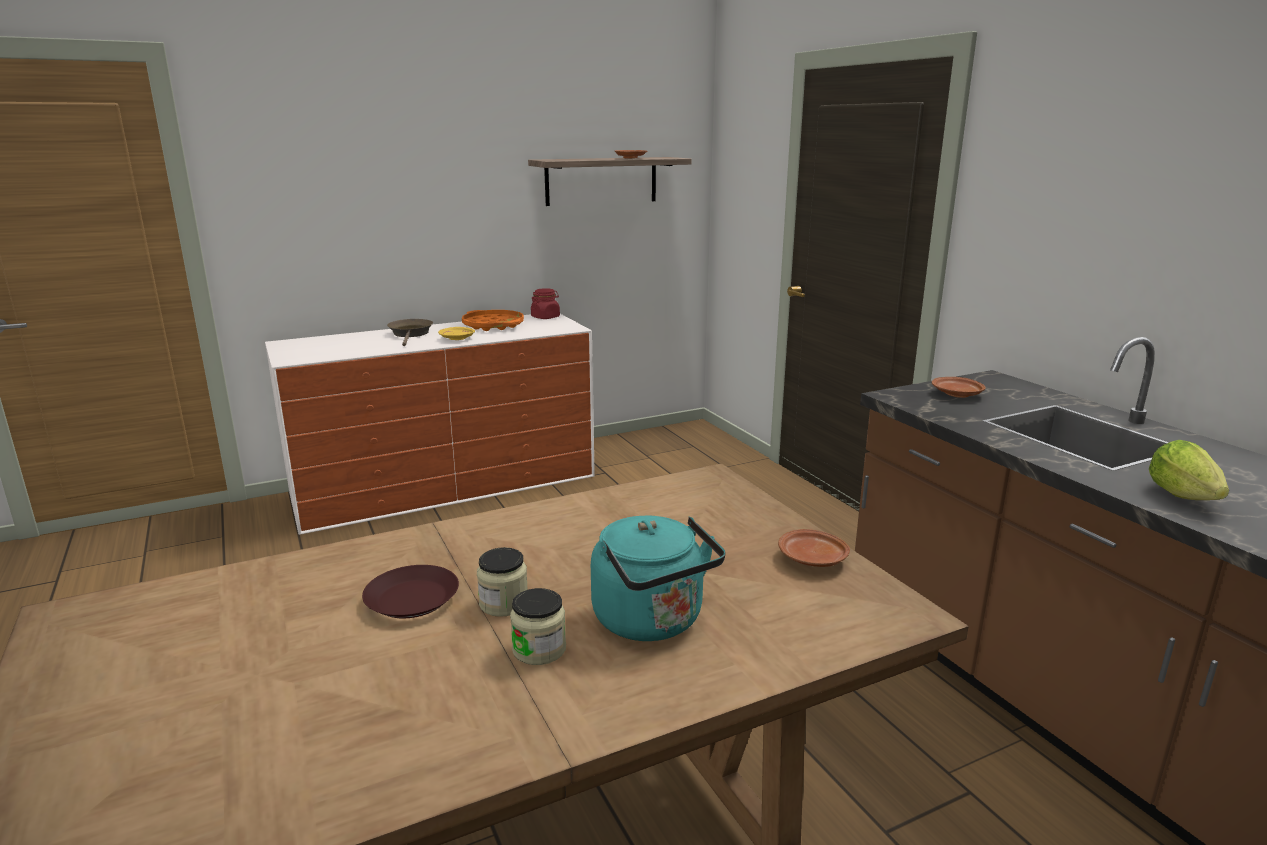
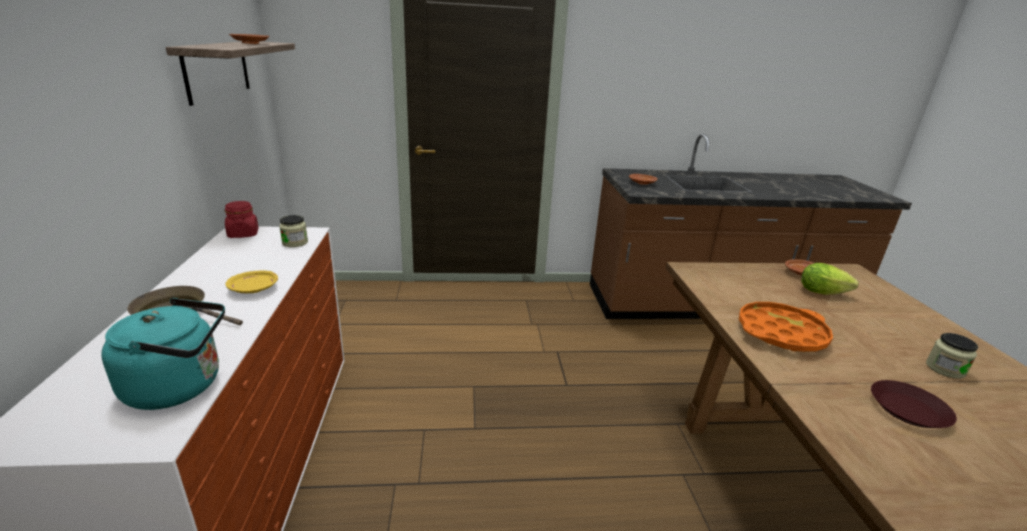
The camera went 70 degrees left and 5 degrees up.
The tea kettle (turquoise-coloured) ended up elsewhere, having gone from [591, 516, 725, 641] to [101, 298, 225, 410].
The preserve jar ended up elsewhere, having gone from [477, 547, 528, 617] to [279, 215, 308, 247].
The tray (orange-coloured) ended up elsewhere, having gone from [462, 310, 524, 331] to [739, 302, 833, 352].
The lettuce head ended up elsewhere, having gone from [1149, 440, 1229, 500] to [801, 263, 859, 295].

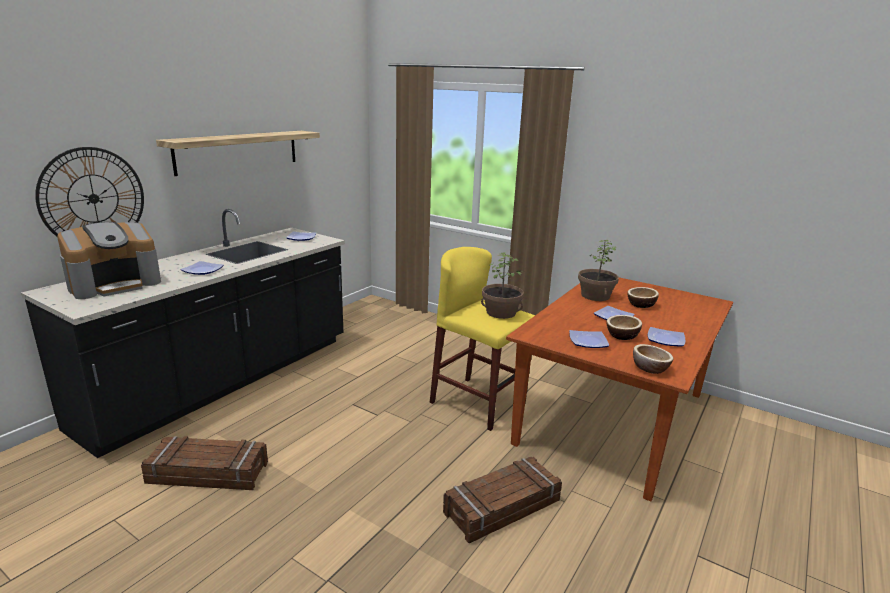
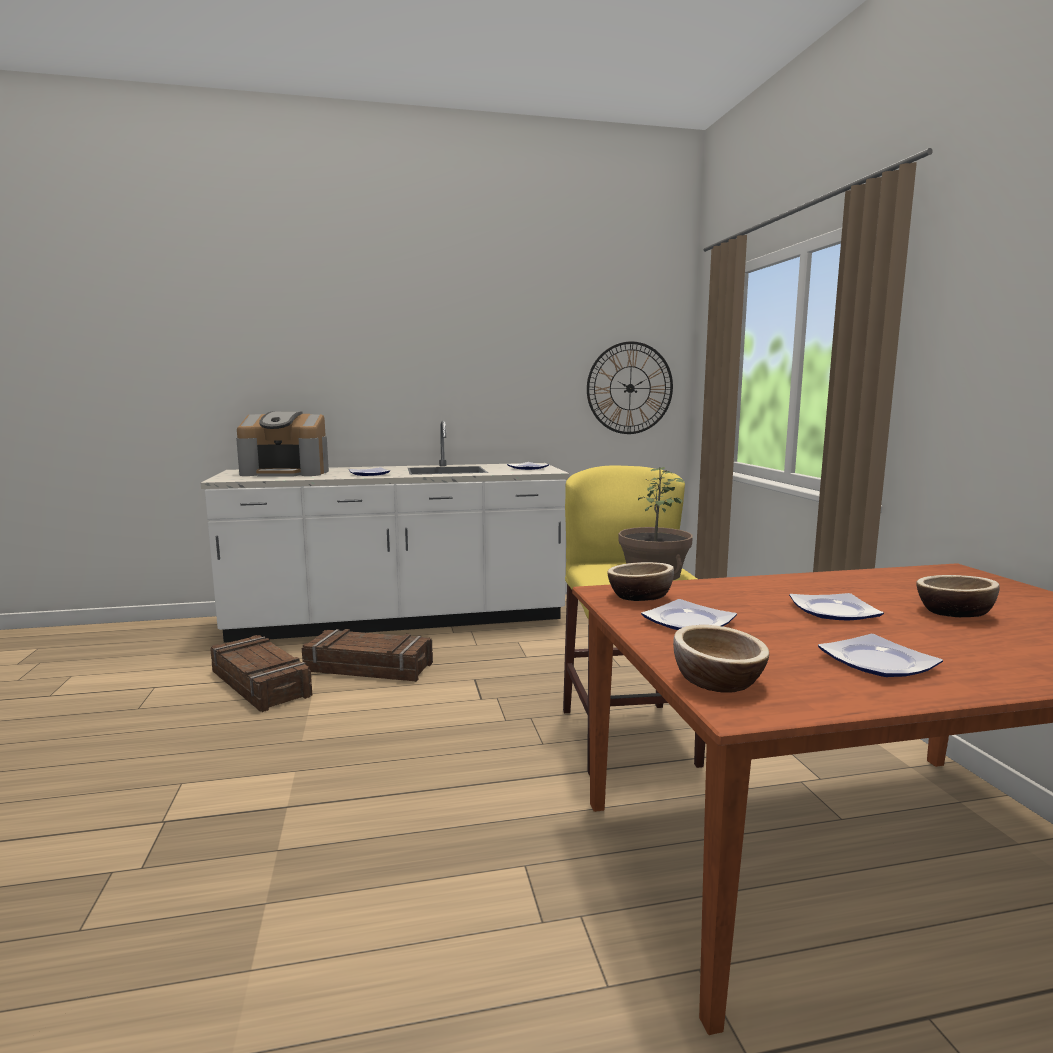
The camera went 45 degrees right and 10 degrees down.
What was the kitchen counter (black) at [21, 209, 345, 458] turned into the kitchen counter (white-coloured) at [201, 420, 570, 643].
The shipping crate ended up elsewhere, having gone from [443, 457, 562, 543] to [302, 629, 433, 682].
The hanging clock ended up elsewhere, having gone from [35, 147, 144, 236] to [587, 341, 673, 434].
The bowl ended up elsewhere, having gone from [607, 315, 642, 340] to [607, 562, 674, 601].
The second view lost the bracket shelf at [156, 131, 320, 176].
The second view lost the potted plant at [578, 240, 619, 301].

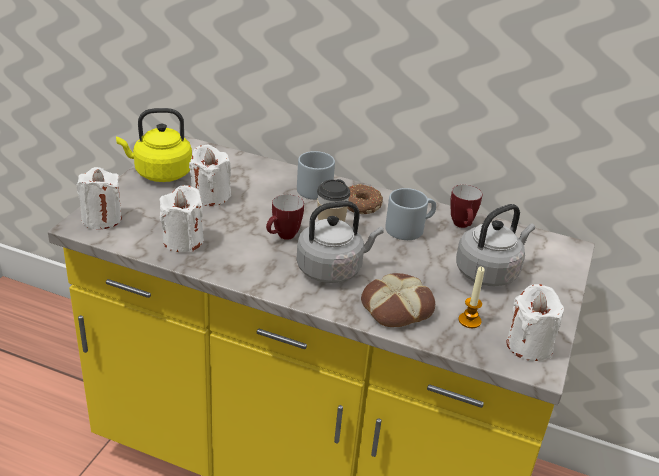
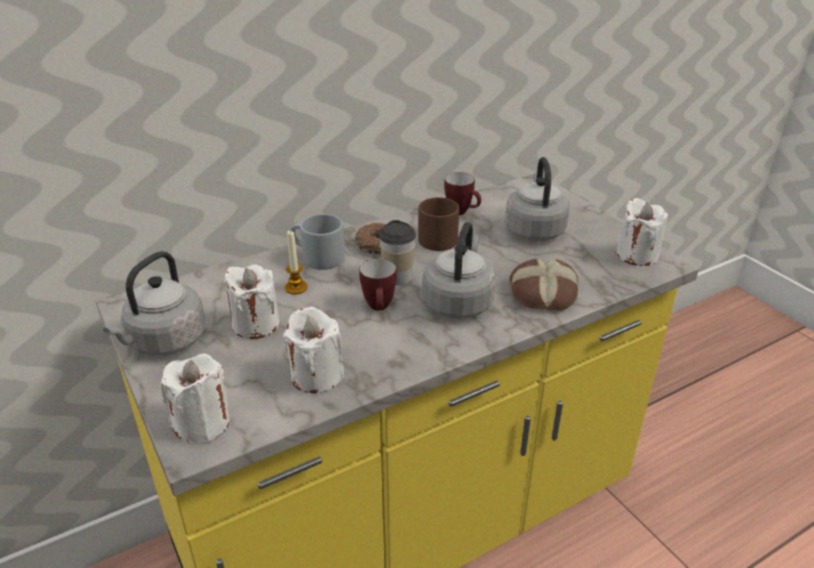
The camera went 50 degrees left and 0 degrees up.
What was the tea kettle (yellow) at [116, 108, 192, 182] turned into the tea kettle (greyish) at [103, 251, 206, 355].
The candle ended up elsewhere, having gone from [458, 266, 485, 328] to [285, 230, 308, 294].
What was the tea mug (greyish) at [385, 188, 436, 240] turned into the tea mug (brownish) at [418, 197, 459, 251].

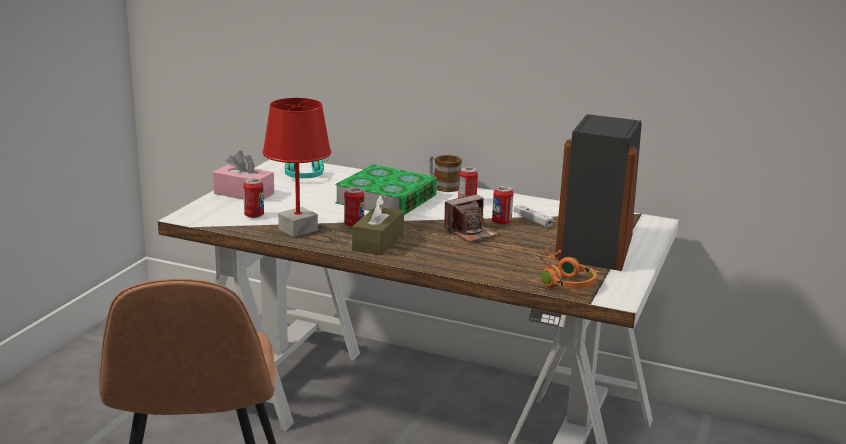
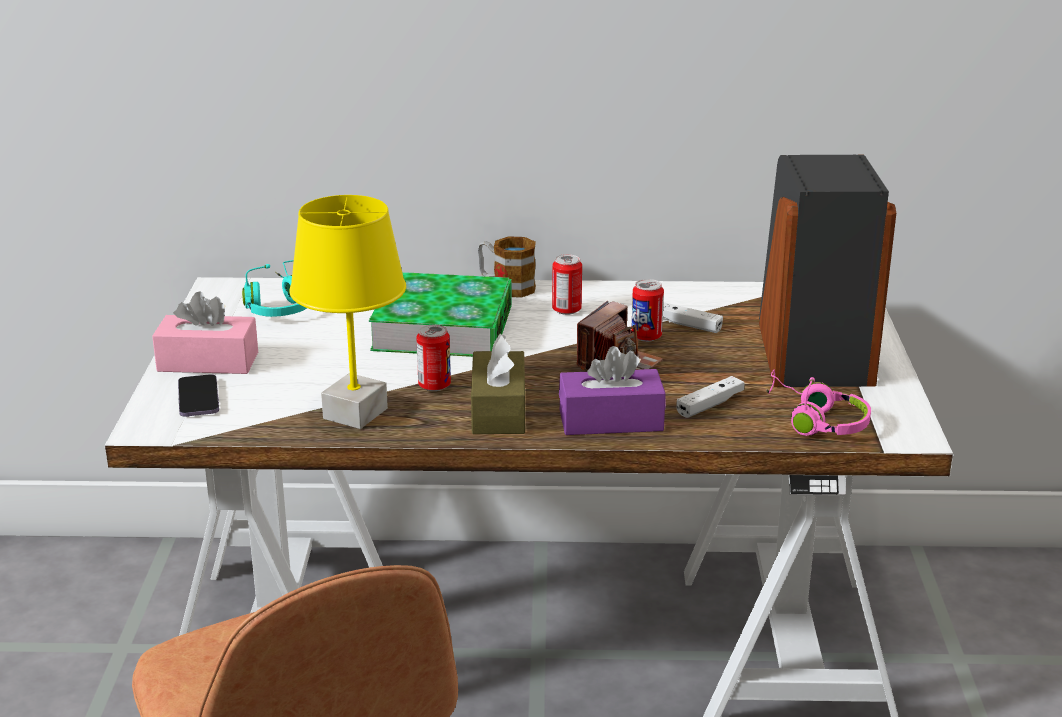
The camera went 20 degrees left and 5 degrees up.
The second view gained the telephone at [178, 374, 219, 417].
What was the tabletop lamp (red) at [262, 98, 331, 237] turned into the tabletop lamp (yellow) at [289, 195, 406, 429].
The second view gained the tissue holder (purple-coloured) at [559, 346, 666, 435].
The second view gained the gamepad (white-coloured) at [677, 376, 745, 418].
What was the headset (orange-coloured) at [540, 246, 597, 289] turned into the headset (pinkish) at [766, 370, 871, 436].
The second view lost the metal can at [243, 178, 264, 218].

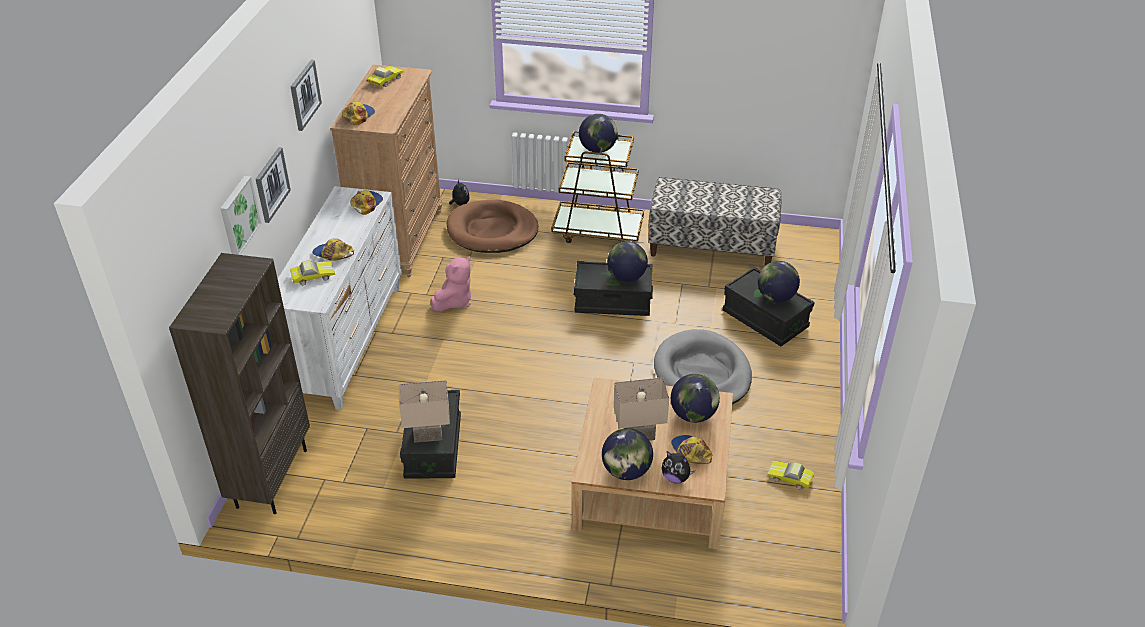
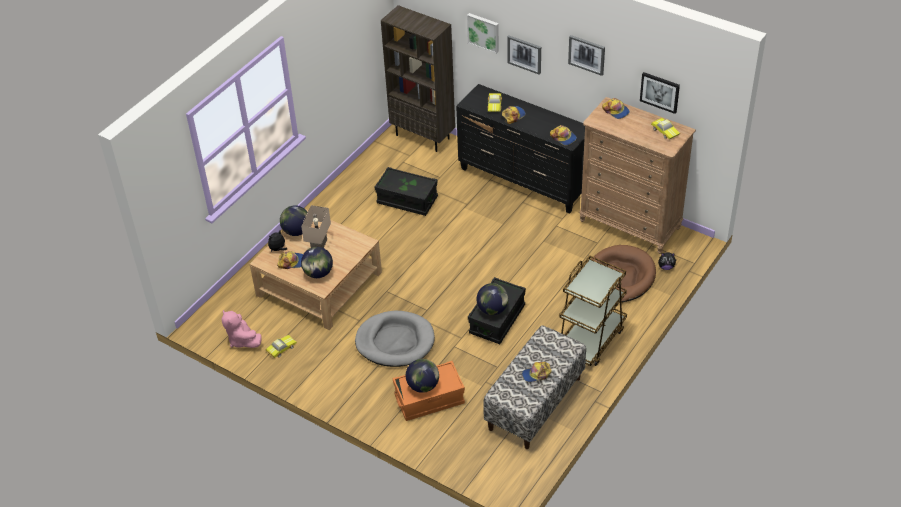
The camera went 115 degrees right and 5 degrees up.
The plush toy (pinkish) ended up elsewhere, having gone from [431, 256, 471, 312] to [222, 310, 262, 348].
What was the storage bin (black) at [723, 267, 815, 346] turned into the storage bin (orange-coloured) at [393, 361, 465, 421].
What was the chest of drawers (white-coloured) at [278, 186, 402, 410] turned into the chest of drawers (black) at [456, 84, 585, 214].
The second view gained the cap at [522, 362, 552, 382].
The second view gained the wall art at [640, 72, 680, 114].
The second view lost the tabletop lamp (beige-coloured) at [399, 380, 450, 443].
The second view lost the world globe at [579, 114, 618, 153].

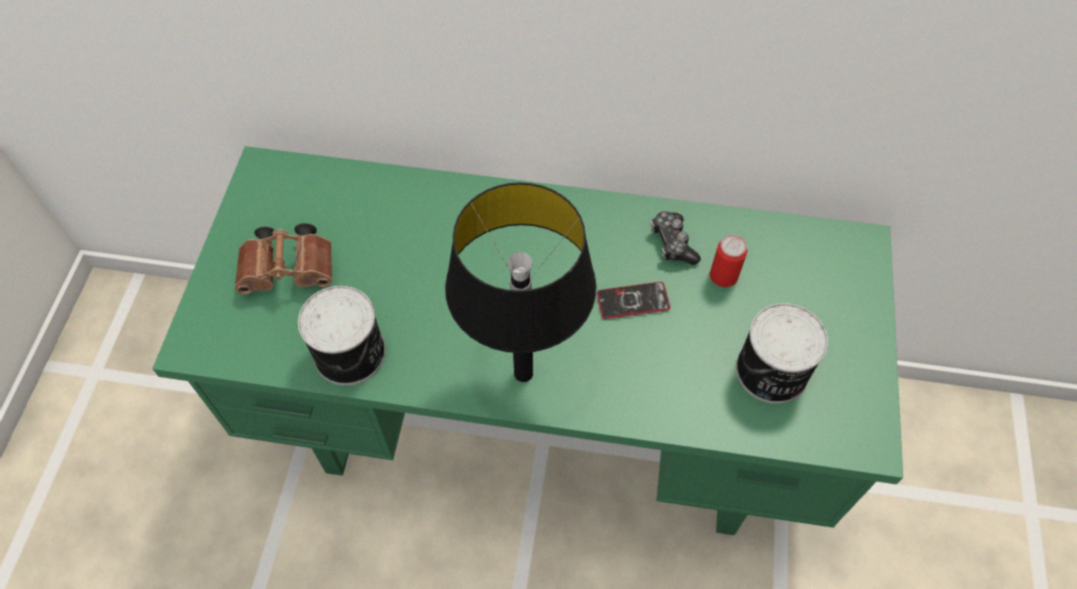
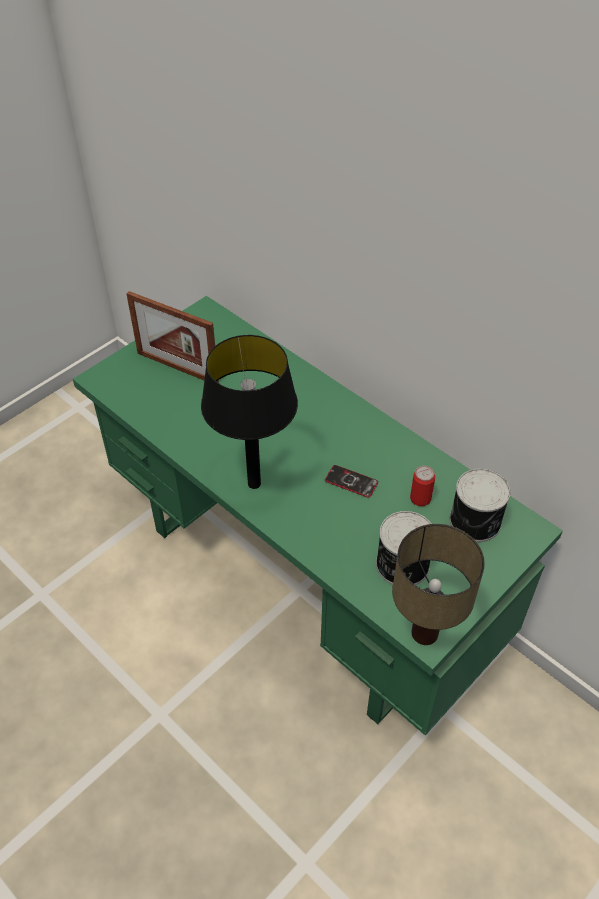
The camera went 35 degrees right and 10 degrees down.
Where the field glasses (brownish) stood at [235, 223, 332, 294], the standing frame came to stand at [126, 291, 219, 383].
The second view gained the tabletop lamp at [392, 524, 485, 645].
The metal can ended up elsewhere, having gone from [298, 286, 386, 386] to [450, 469, 510, 542].
The second view lost the gamepad at [651, 211, 701, 265].

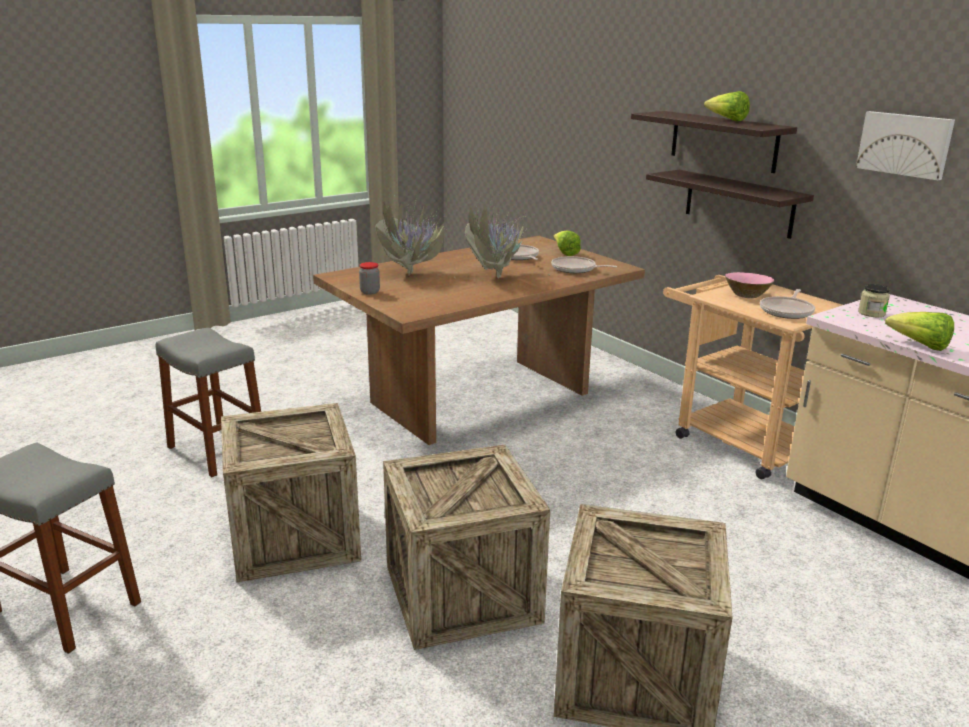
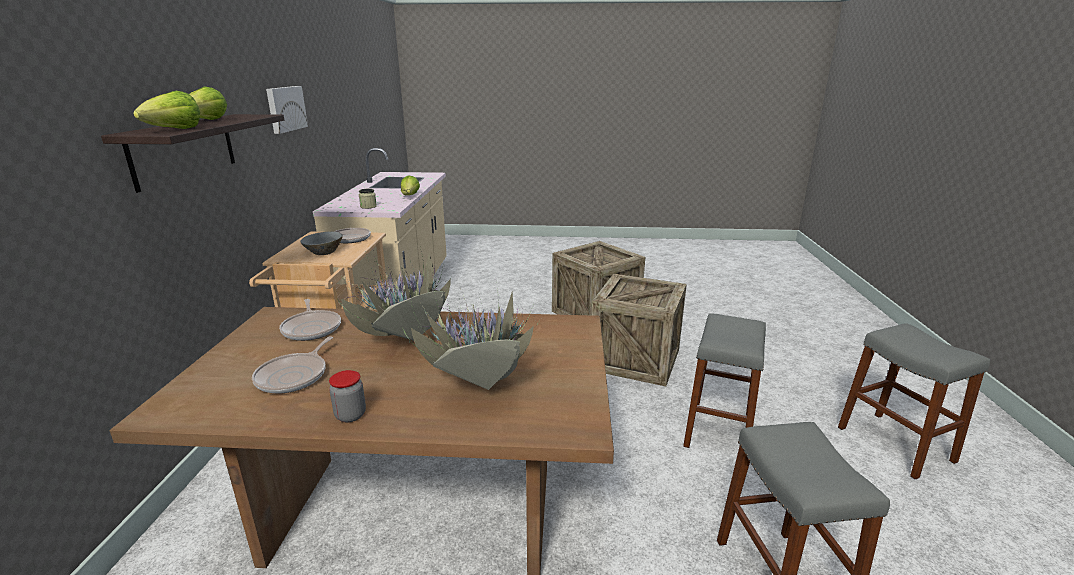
The camera went 140 degrees left and 0 degrees up.
The lettuce head ended up elsewhere, having gone from [554, 231, 581, 256] to [133, 91, 200, 129].
What was the bowl (pinkish) at [725, 272, 774, 298] turned into the bowl (greyish) at [300, 232, 343, 255].
The preserve jar ended up elsewhere, having gone from [359, 262, 380, 295] to [329, 370, 366, 422].
Where the shipping crate stood at [221, 403, 361, 582], the stool seat (greyish) came to stand at [683, 314, 766, 448].
The second view lost the bracket shelf at [646, 170, 814, 239].

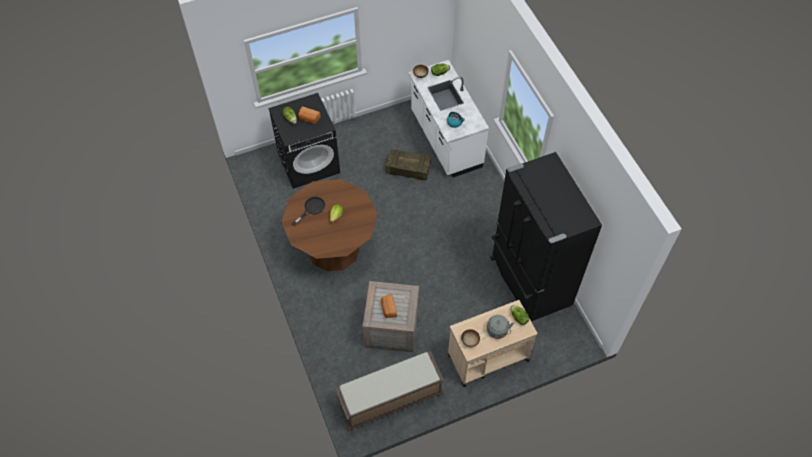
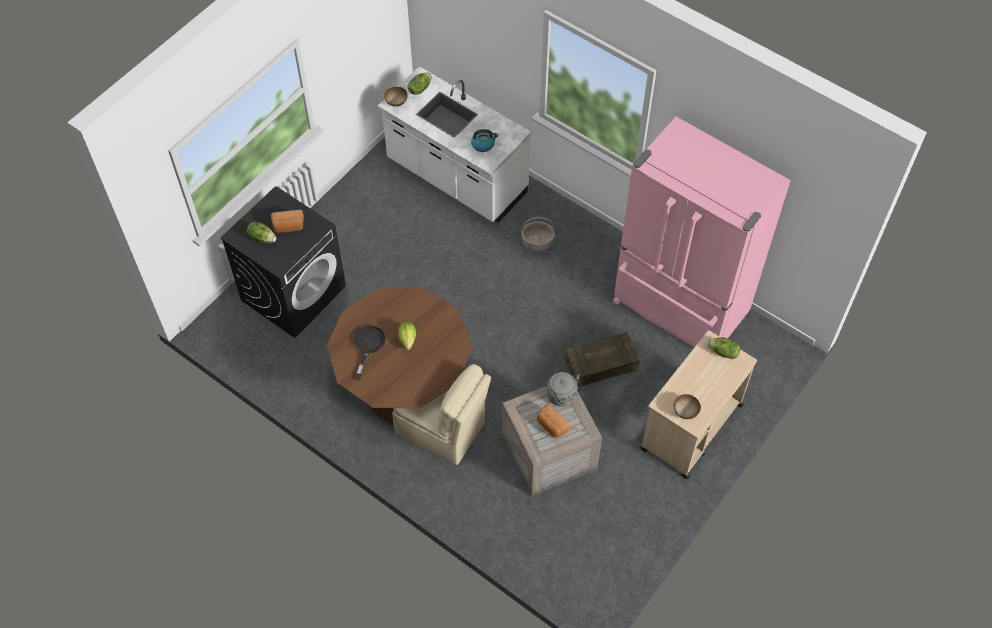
The camera went 30 degrees left and 0 degrees up.
The second view gained the chair (beige-coloured) at [392, 364, 491, 465].
The second view gained the household basket at [521, 217, 555, 251].
The tea kettle (greyish) ended up elsewhere, having gone from [487, 315, 514, 339] to [547, 372, 584, 407].
The shipping crate ended up elsewhere, having gone from [386, 149, 431, 181] to [564, 332, 640, 387].
What was the refrigerator (black) at [490, 152, 602, 321] turned into the refrigerator (pinkish) at [613, 117, 791, 348].
The second view lost the indoor bench (brownish) at [335, 351, 444, 431].

